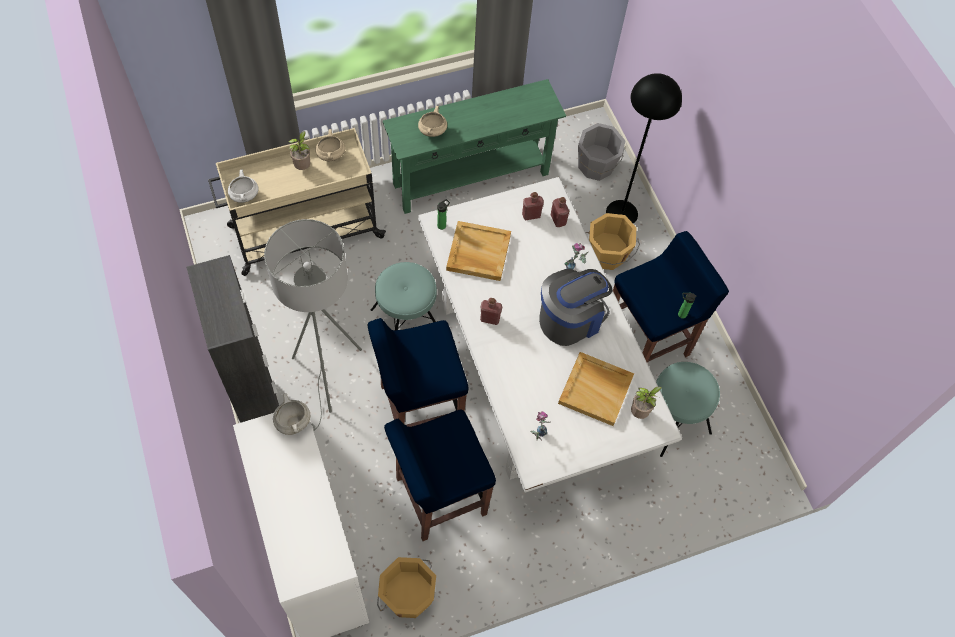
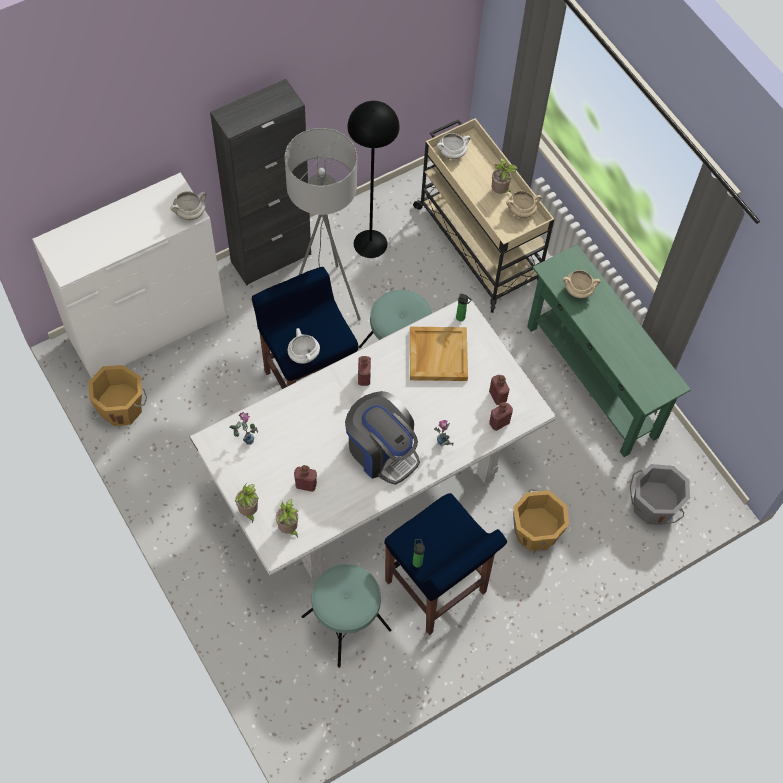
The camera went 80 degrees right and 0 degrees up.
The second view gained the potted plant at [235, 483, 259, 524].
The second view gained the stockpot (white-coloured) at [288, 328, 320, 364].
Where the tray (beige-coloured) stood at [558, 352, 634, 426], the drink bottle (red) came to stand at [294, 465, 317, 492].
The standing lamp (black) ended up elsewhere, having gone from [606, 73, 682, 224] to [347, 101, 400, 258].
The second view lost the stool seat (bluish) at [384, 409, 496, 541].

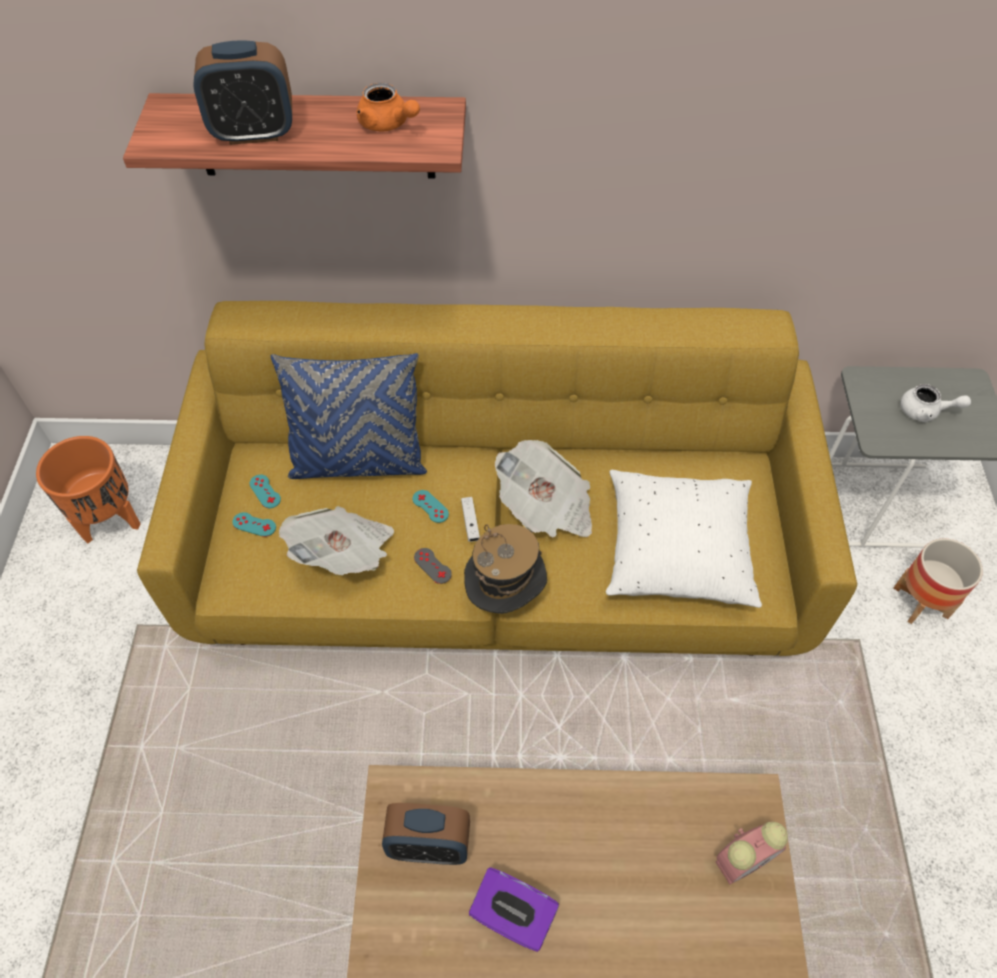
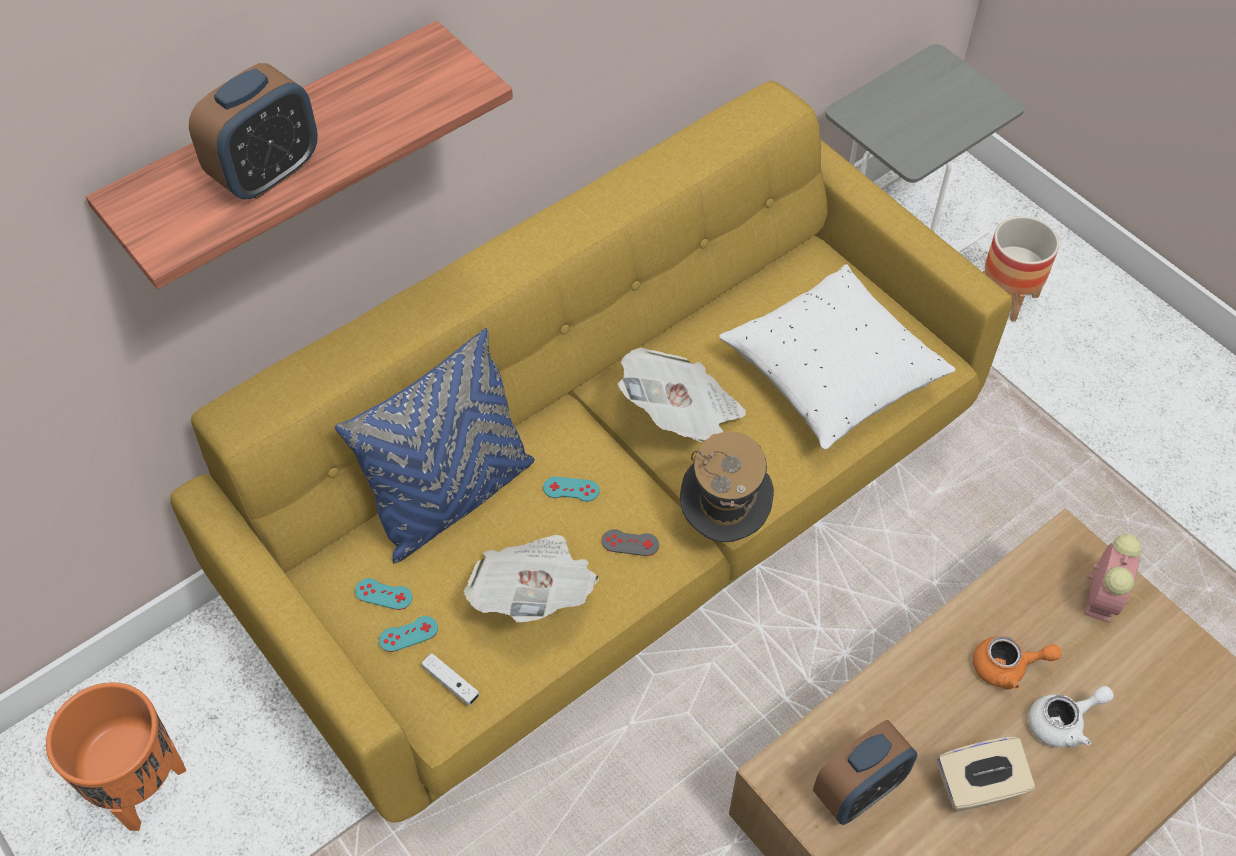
The camera went 40 degrees left and 0 degrees up.
The gamepad (white-coloured) ended up elsewhere, having gone from [461, 497, 480, 542] to [422, 653, 480, 706].
What was the tissue holder (purple-coloured) at [469, 867, 559, 952] turned into the tissue holder (beige-coloured) at [938, 737, 1035, 812].
The tea pot (orange-coloured) ended up elsewhere, having gone from [356, 83, 420, 132] to [973, 636, 1062, 690].
The tea pot (white-coloured) ended up elsewhere, having gone from [900, 384, 971, 422] to [1028, 686, 1114, 748].

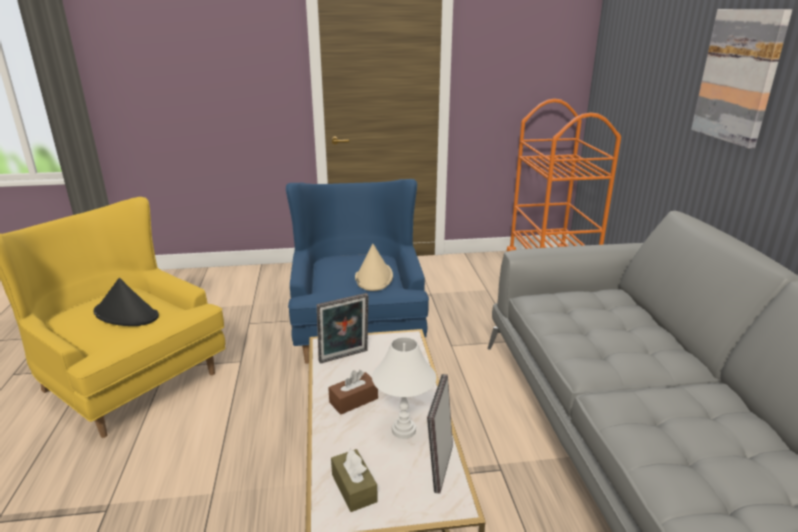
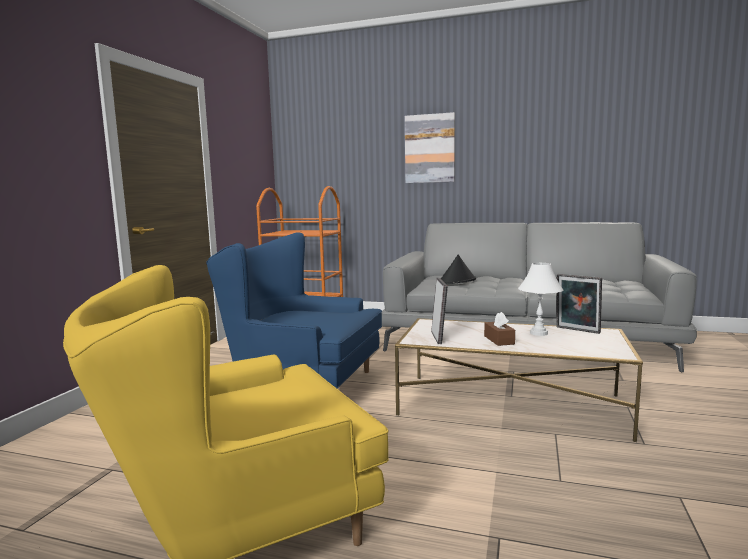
The camera went 65 degrees left and 15 degrees down.
The wearable hat (black) ended up elsewhere, having gone from [93, 278, 159, 326] to [441, 255, 476, 284].
The second view lost the tissue holder (brownish) at [331, 449, 378, 512].
The second view lost the wearable hat (beige-coloured) at [355, 244, 393, 291].

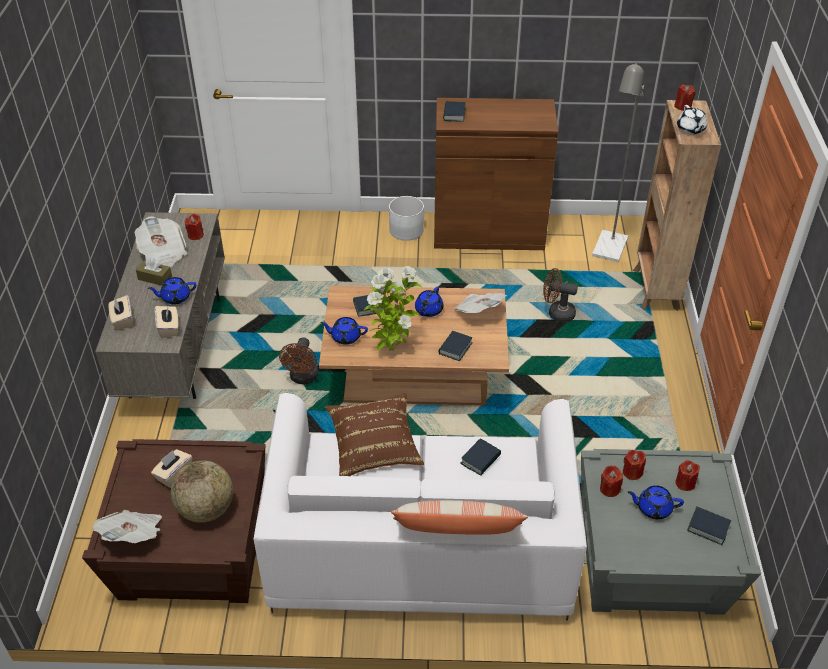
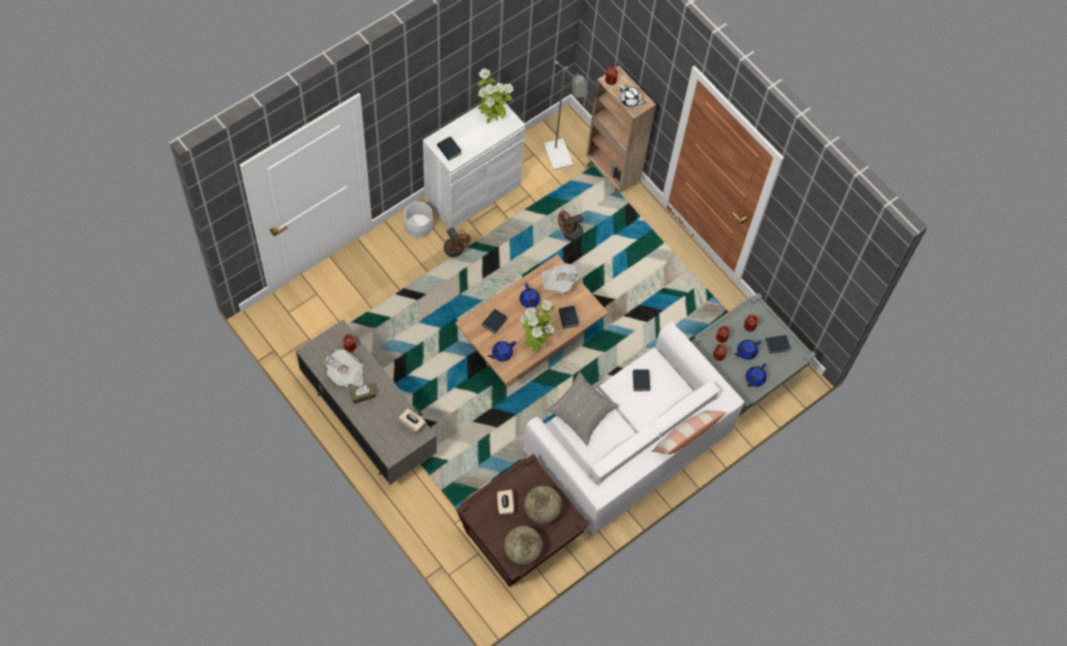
The camera went 45 degrees left and 20 degrees up.
What was the cupboard (brownish) at [434, 98, 558, 250] turned into the cupboard (white-coloured) at [423, 96, 525, 228].
The electric fan (brownish) ended up elsewhere, having gone from [279, 337, 318, 384] to [444, 228, 471, 257].
The second view gained the potted plant at [478, 68, 513, 123].
Where the newspaper stood at [93, 510, 162, 543], the world globe came to stand at [504, 526, 543, 565].
What was the cushion (brownish) at [325, 393, 424, 476] turned into the cushion (greyish) at [546, 372, 619, 445].
The tea pot (bluish) ended up elsewhere, having gone from [148, 277, 196, 304] to [746, 363, 767, 387].
The second view lost the tissue holder (beige-coloured) at [108, 295, 133, 330].

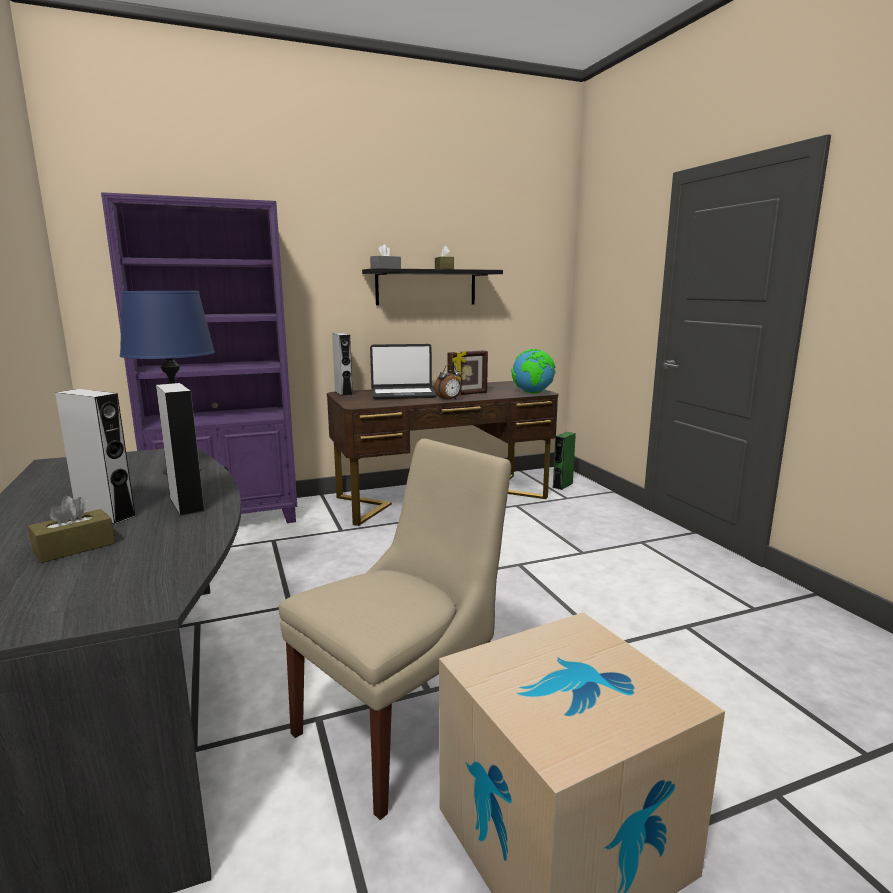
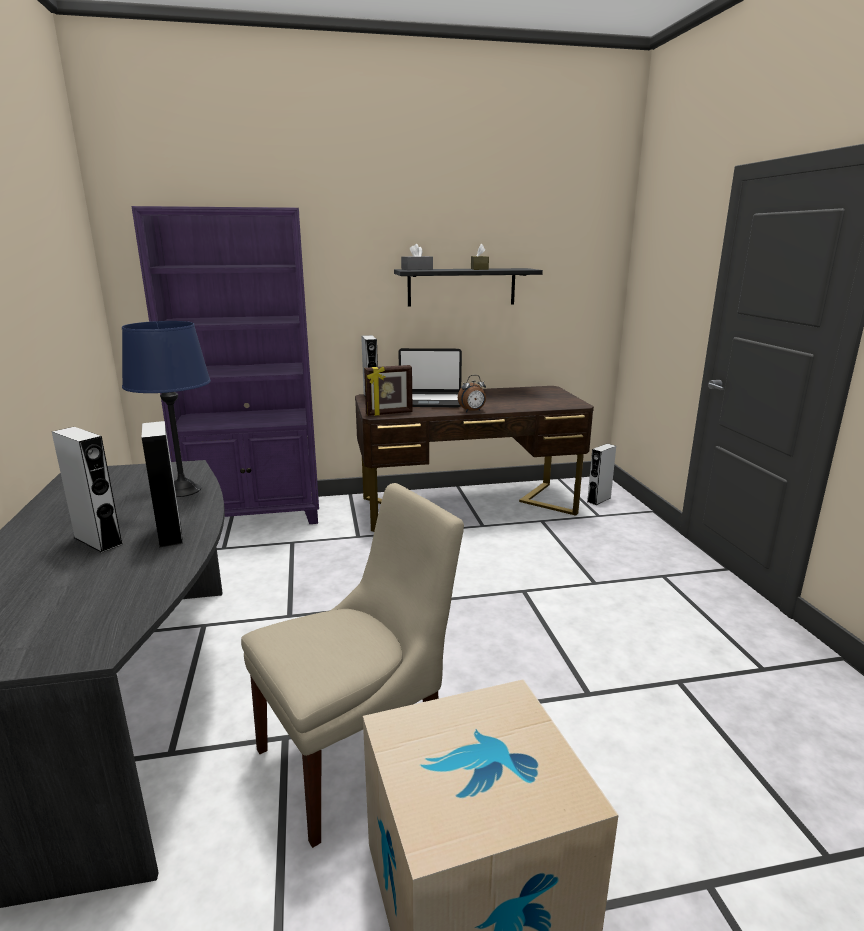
The camera went 10 degrees right and 5 degrees up.
The standing frame ended up elsewhere, having gone from [447, 350, 488, 396] to [364, 365, 413, 416].
What was the audio speaker (green) at [553, 432, 576, 490] turned into the audio speaker (greyish) at [587, 444, 616, 505].
The second view lost the tissue holder (brownish) at [28, 496, 115, 563].
The second view lost the world globe at [511, 349, 556, 393].

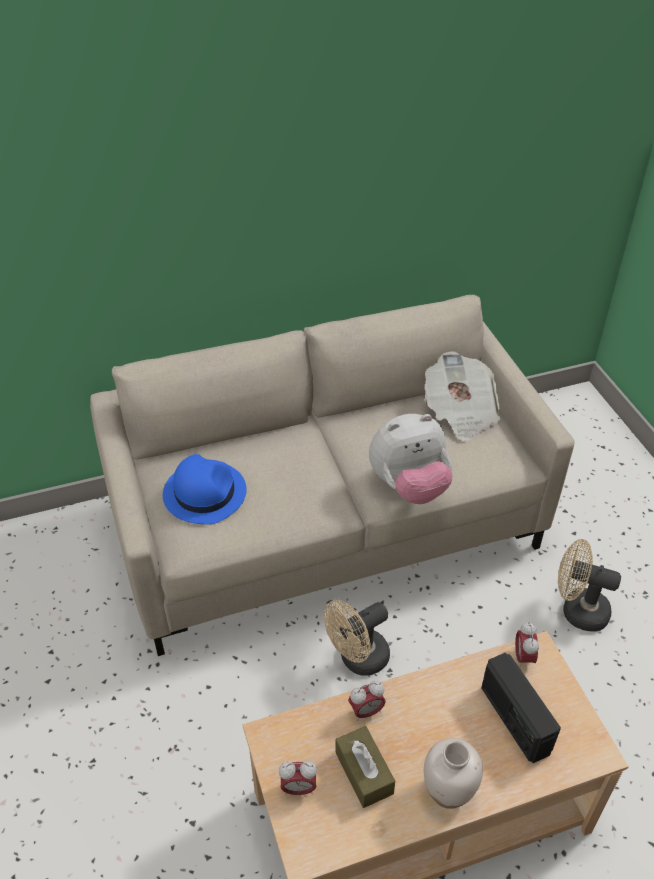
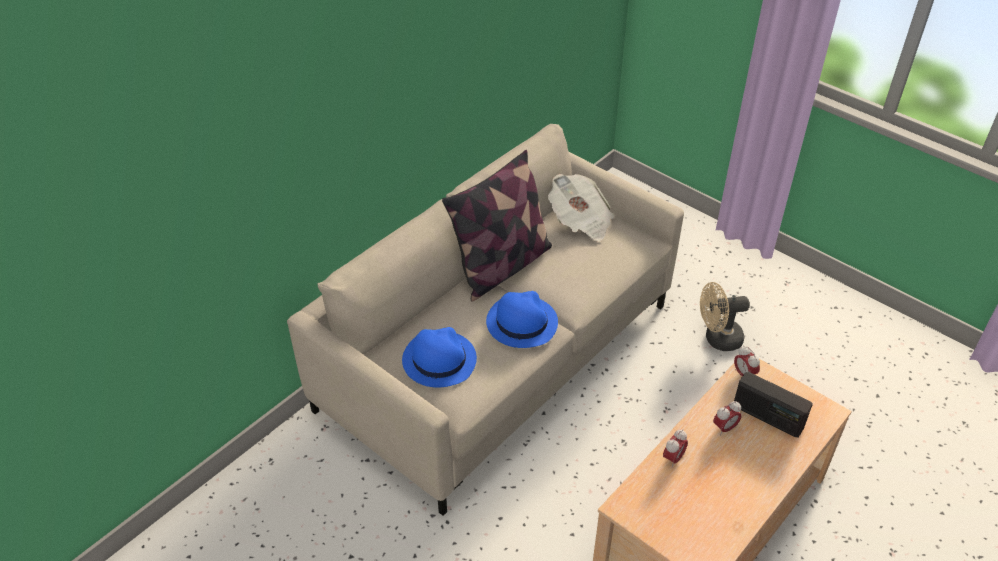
The camera went 30 degrees left and 0 degrees up.
The second view gained the cushion at [442, 150, 552, 301].
The second view gained the wearable hat (bluish) at [486, 291, 558, 348].
The table clock ended up elsewhere, having gone from [279, 761, 317, 795] to [713, 401, 742, 435].
The second view lost the electric fan (beige-coloured) at [324, 600, 390, 676].
The second view lost the tissue holder (brownish) at [335, 726, 395, 808].
The second view lost the plush toy at [369, 414, 453, 504].
The second view lost the decorative vase (white-coloured) at [424, 738, 483, 809].

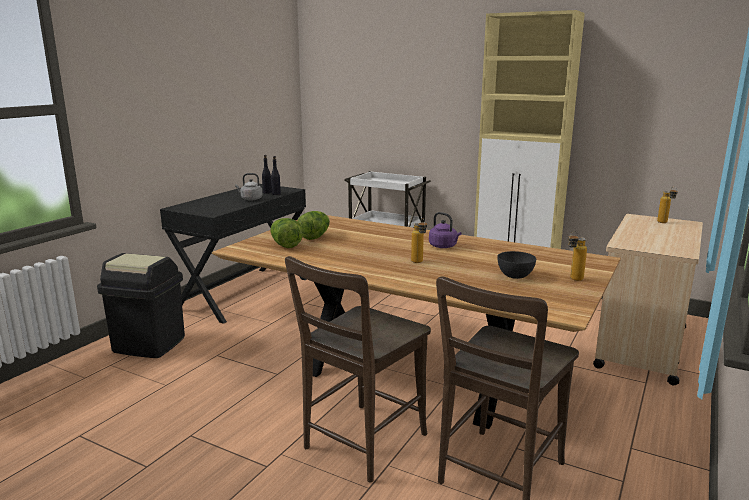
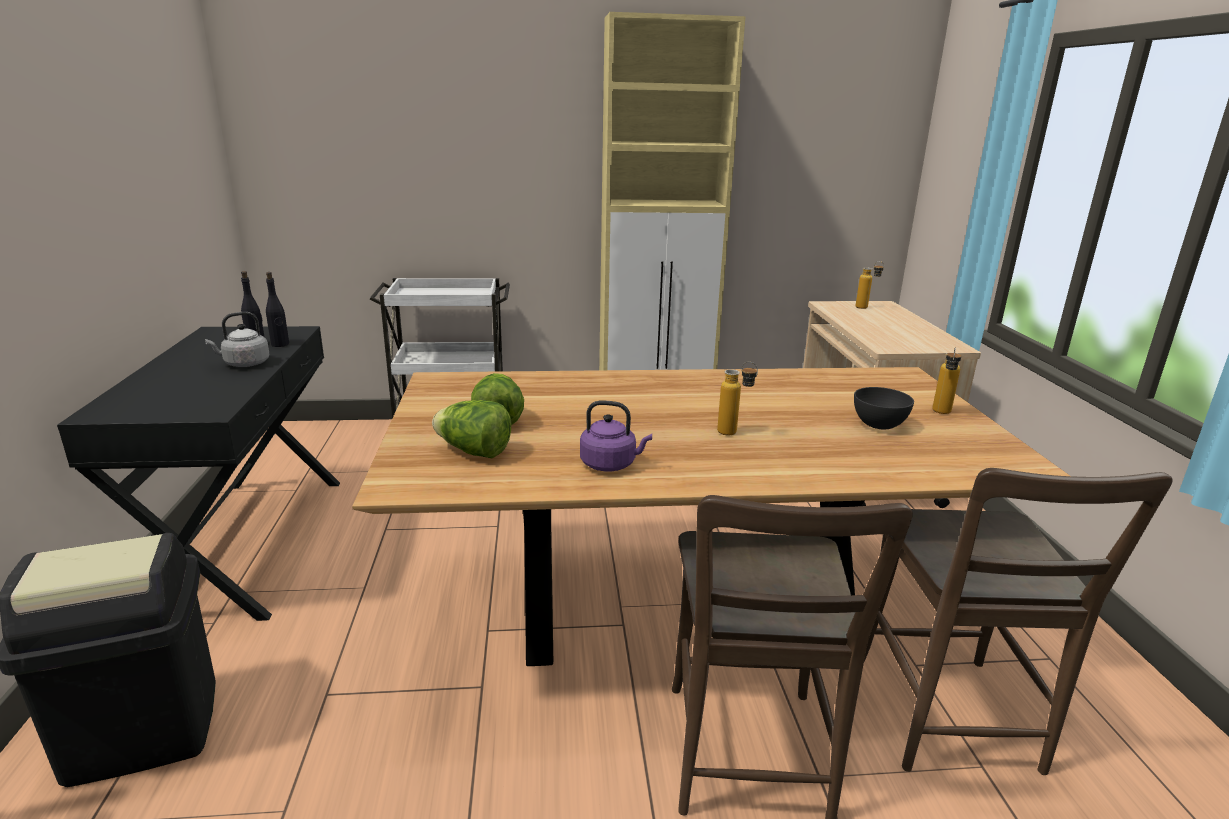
The camera went 35 degrees left and 5 degrees up.
The tea kettle (purple-coloured) ended up elsewhere, having gone from [429, 212, 461, 248] to [580, 400, 652, 471].

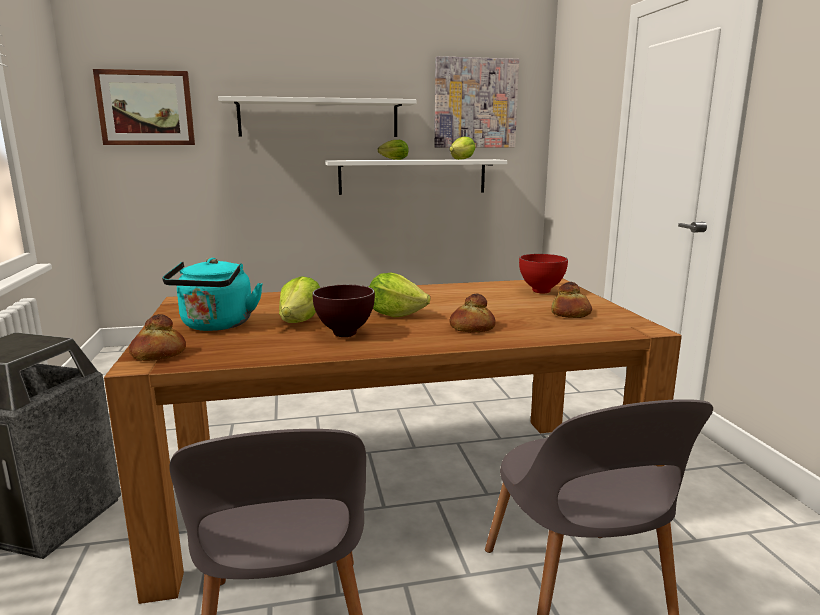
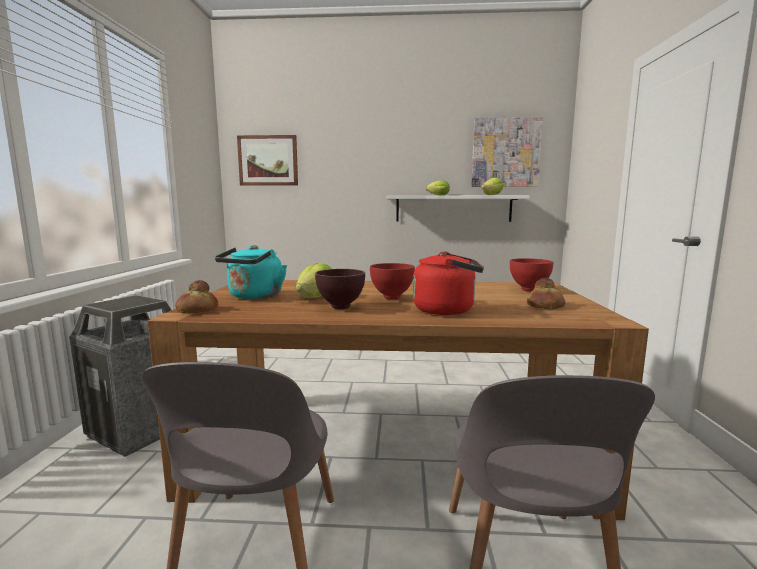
The camera went 15 degrees right and 5 degrees down.
Where the lettuce head stood at [369, 272, 430, 317], the bowl (red) came to stand at [370, 263, 415, 300].
Where the bakery bread stood at [449, 294, 496, 332], the tea kettle (red) came to stand at [413, 251, 484, 315].
The second view lost the bracket shelf (white-coloured) at [218, 96, 416, 137].

